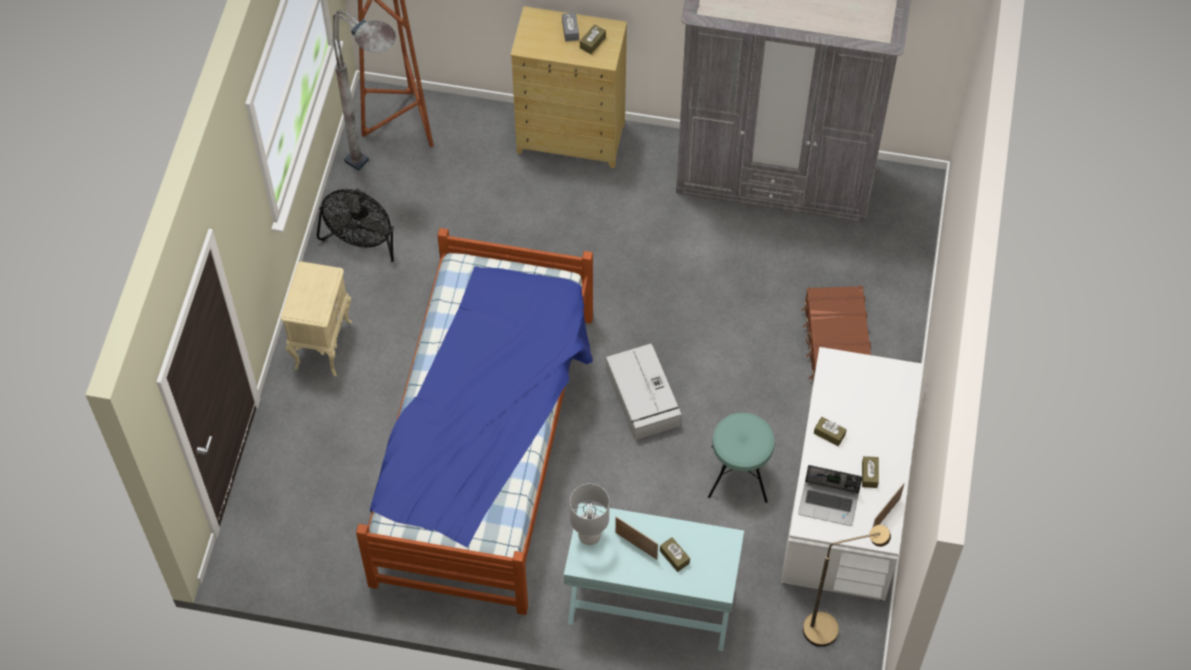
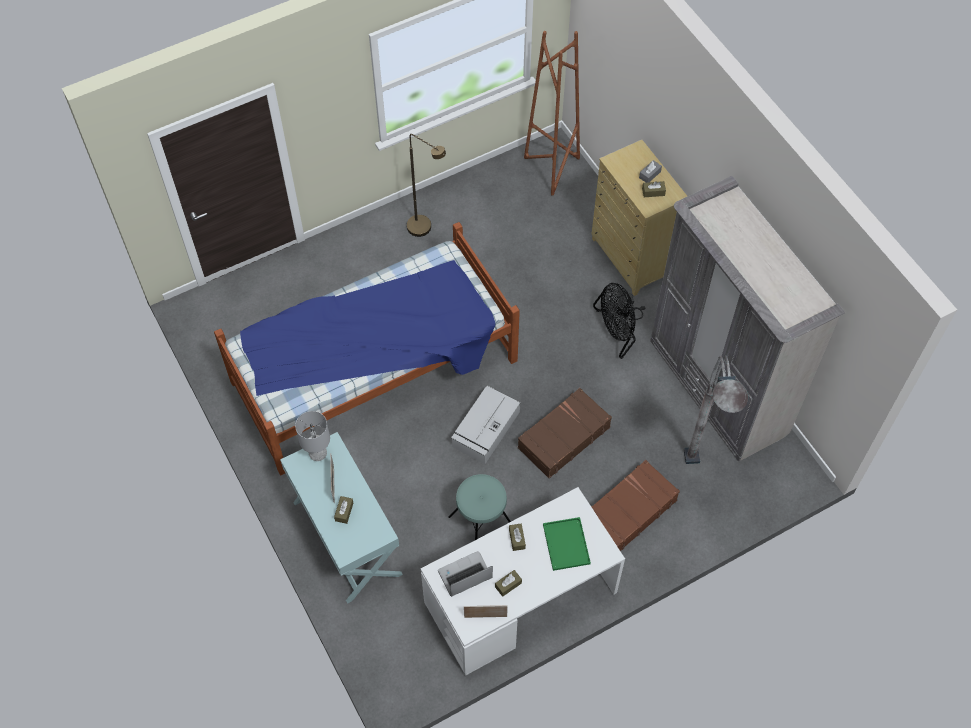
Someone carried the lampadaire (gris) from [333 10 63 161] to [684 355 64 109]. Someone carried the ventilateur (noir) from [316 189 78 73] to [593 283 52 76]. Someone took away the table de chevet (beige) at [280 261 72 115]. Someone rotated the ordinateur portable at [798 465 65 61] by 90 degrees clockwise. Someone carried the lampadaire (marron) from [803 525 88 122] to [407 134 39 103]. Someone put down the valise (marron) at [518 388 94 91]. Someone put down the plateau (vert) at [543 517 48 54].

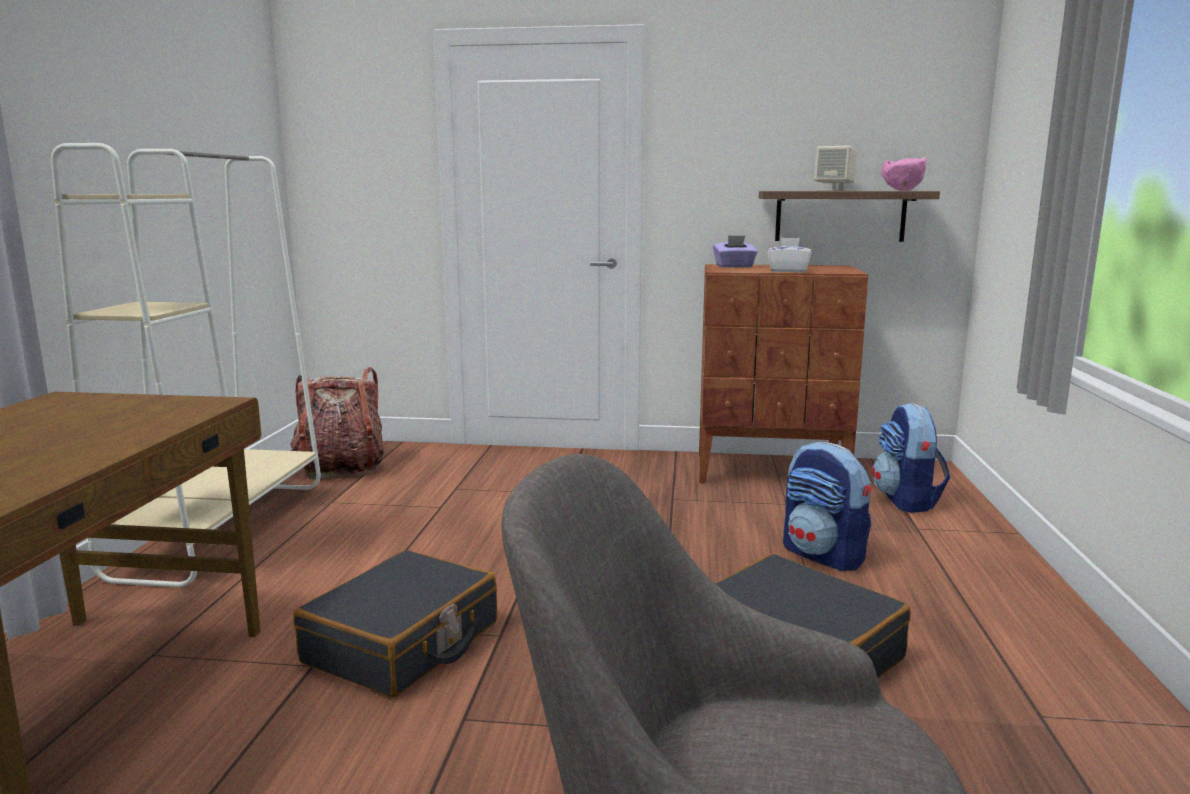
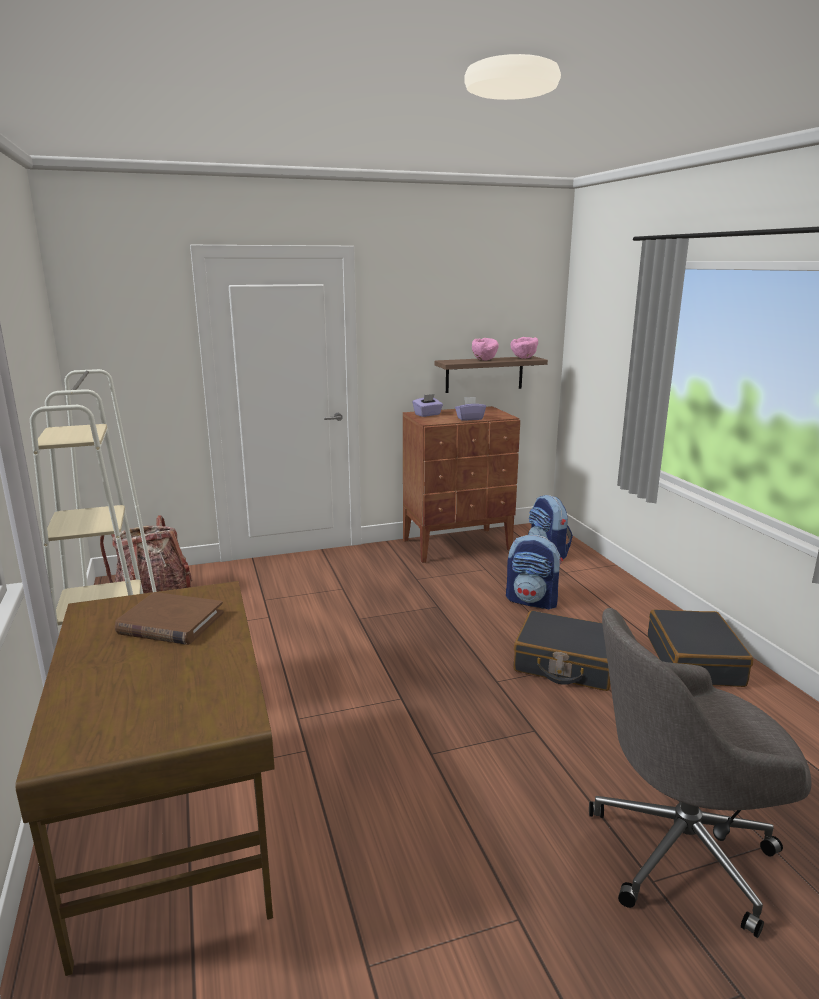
Someone swapped the enceinte (beige) at [814 146 43 45] for the bol (rose) at [472 338 27 22]. Someone repainted the boîte à mouchoirs (blanc) at [768 238 44 34], which became the boîte à mouchoirs (violet) at [455 397 31 24]. Someone carried the valise (noir) from [293 550 204 148] to [648 609 105 78]. Someone put down the livre (marron) at [115 592 109 53].

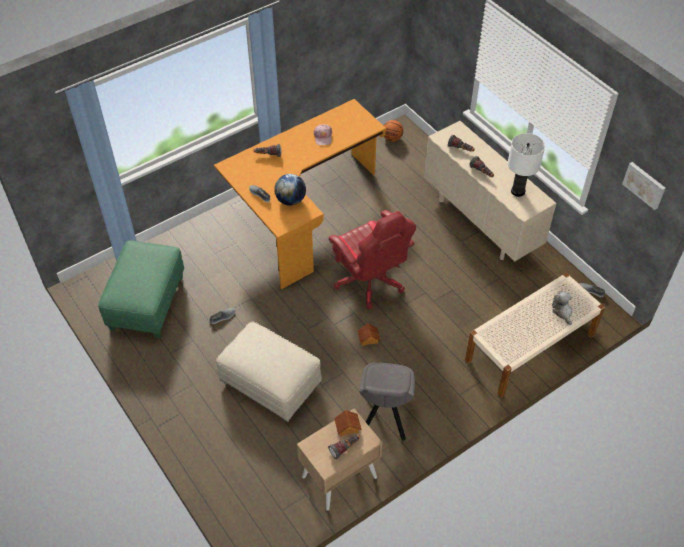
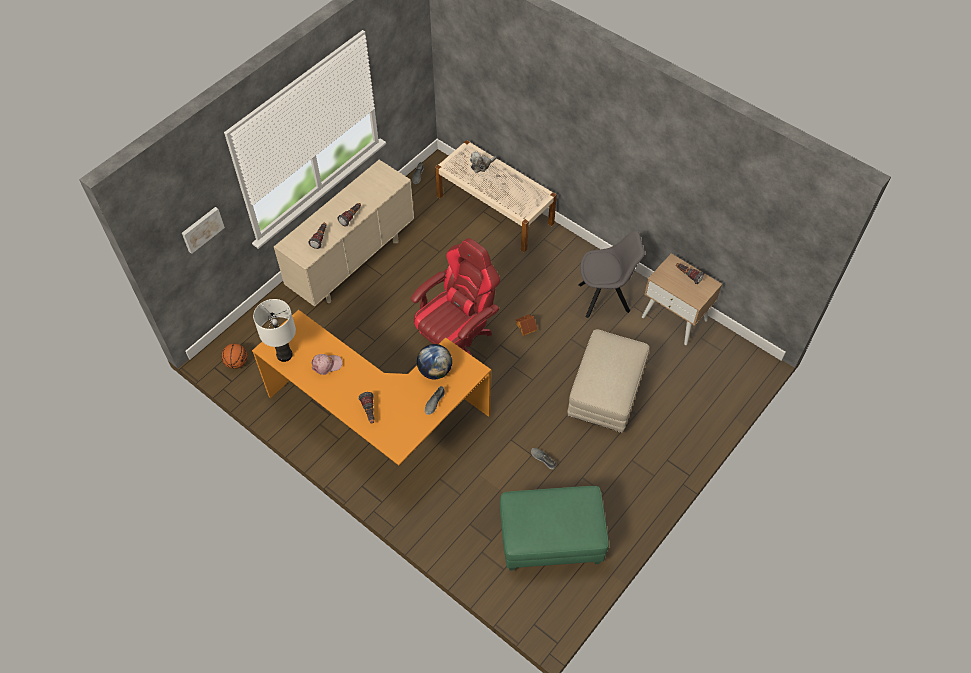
Someone carried the lampe de table (blanc) from [508 133 37 64] to [253 299 43 63]. Someone carried the tableau from [622 162 43 48] to [182 207 43 47]. Someone took away the maison miniature at [334 410 28 27].

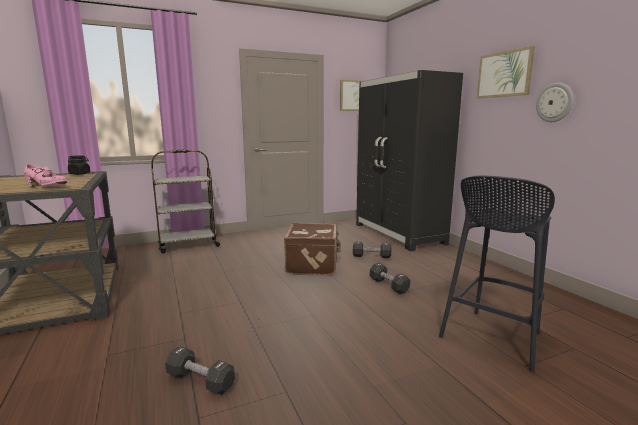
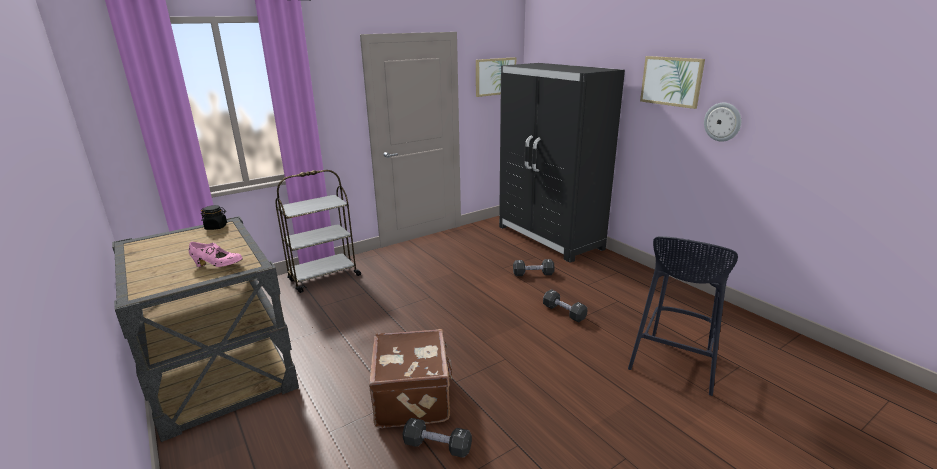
Someone carried the valise (marron) from [284 223 57 52] to [369 329 83 99].

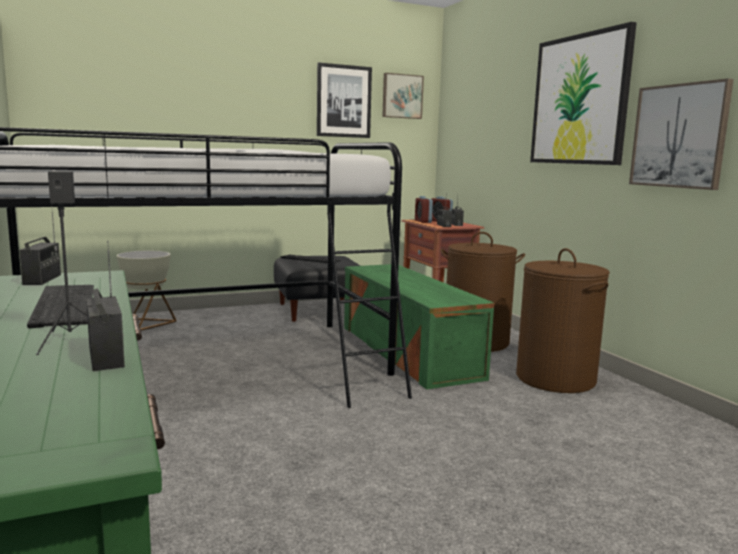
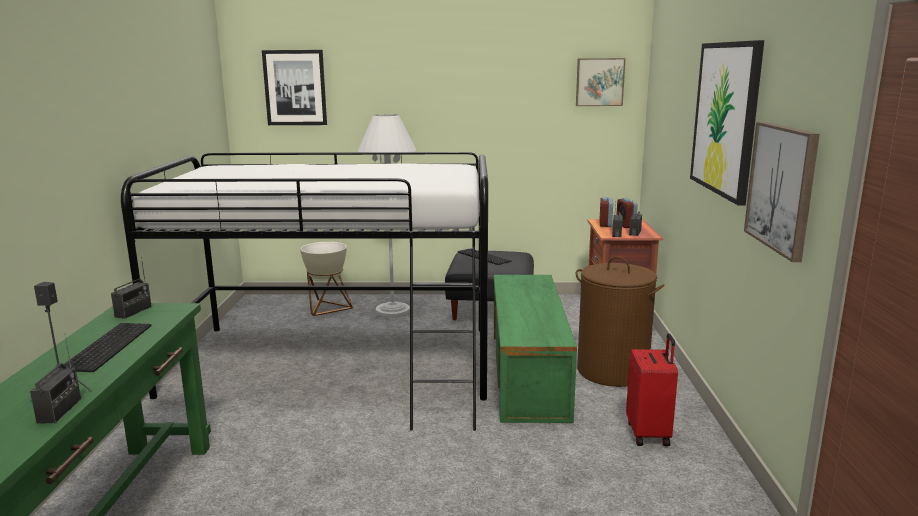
Someone carried the tableau from [317 62 55 76] to [262 50 65 75]. Someone swapped the panier à linge (marron) at [516 248 94 145] for the valise (rouge) at [626 333 52 113]. Someone put down the lampadaire (blanc) at [357 114 60 203].

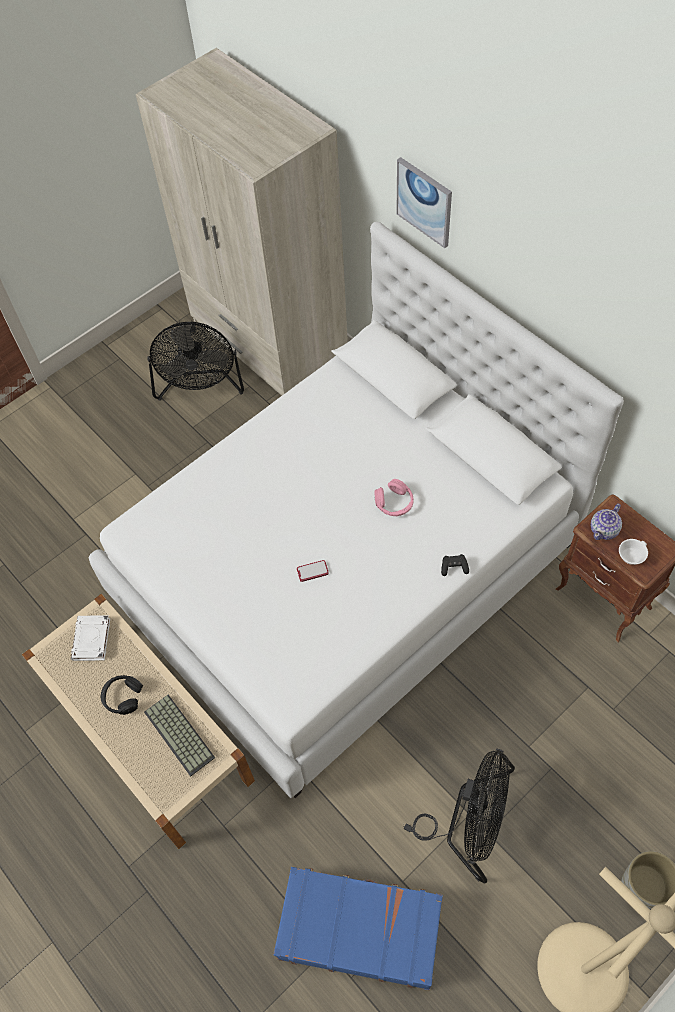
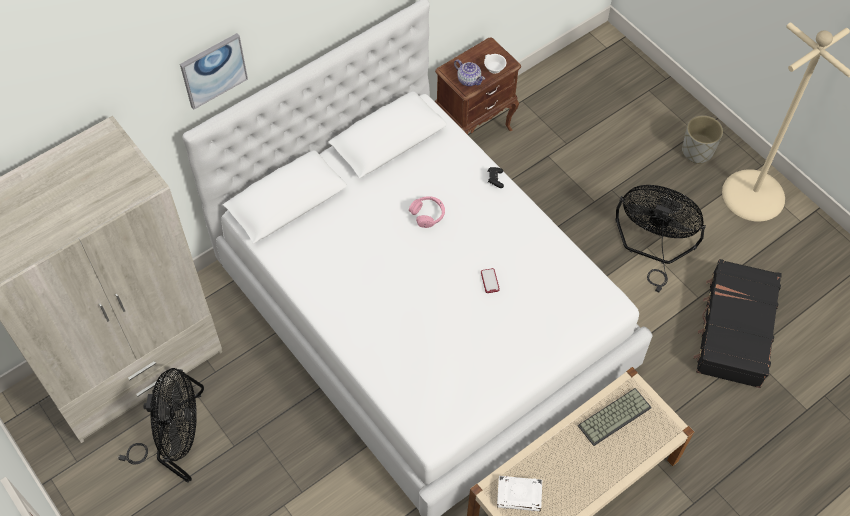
Someone took away the casque audio (noir) at [101 675 42 40]. Someone repainted the valise (bleu) at [274 867 169 123], which became the valise (noir) at [693 259 89 129].

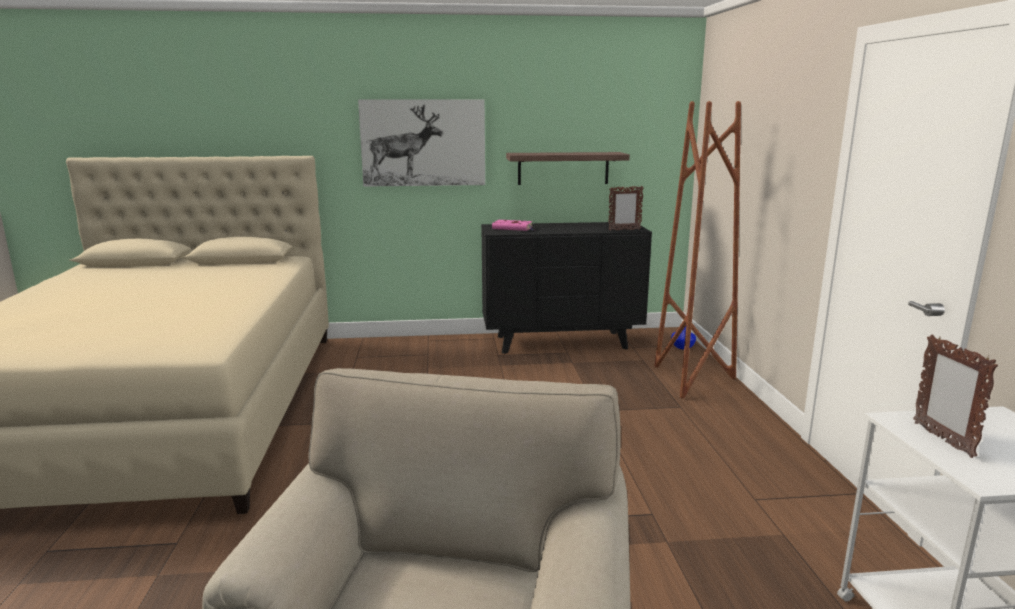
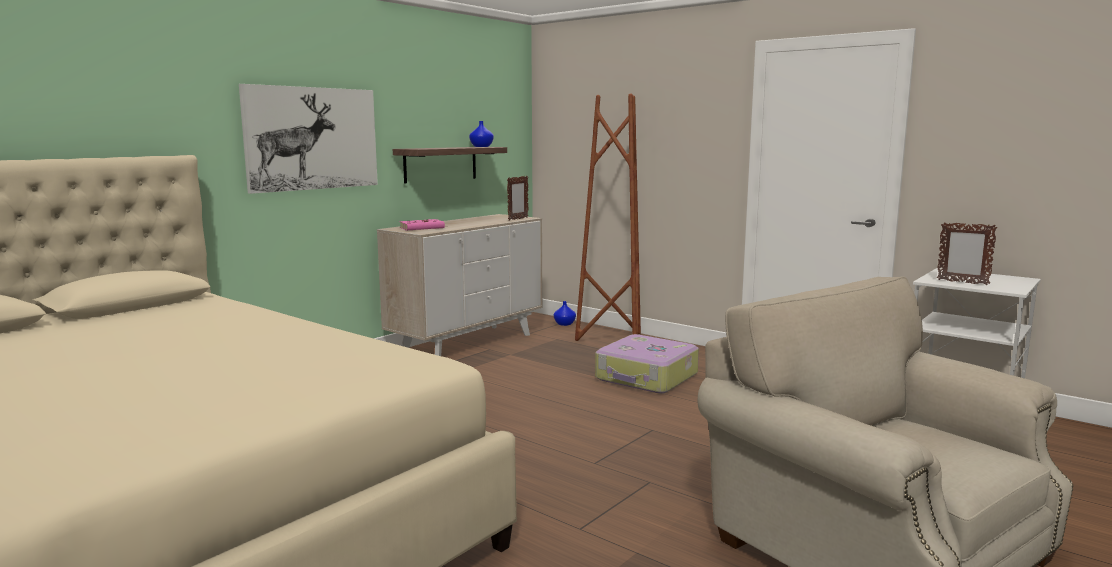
Someone repainted the commode (noir) at [481 222 171 132], which became the commode (blanc) at [377 214 165 142]. Someone put down the vase (bleu) at [469 121 25 26]. Someone put down the valise at [595 334 104 59].

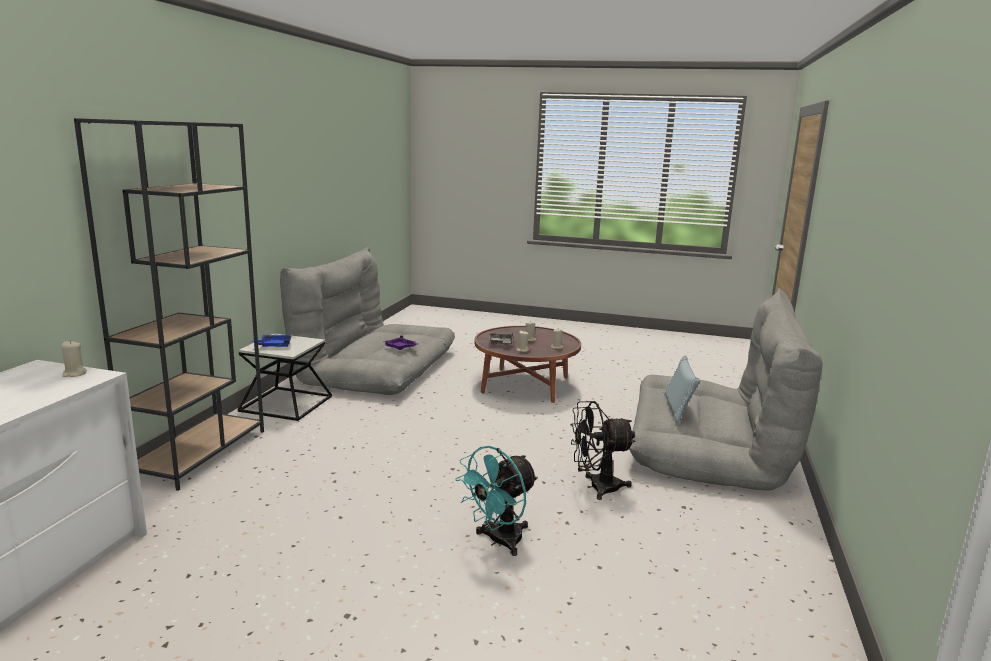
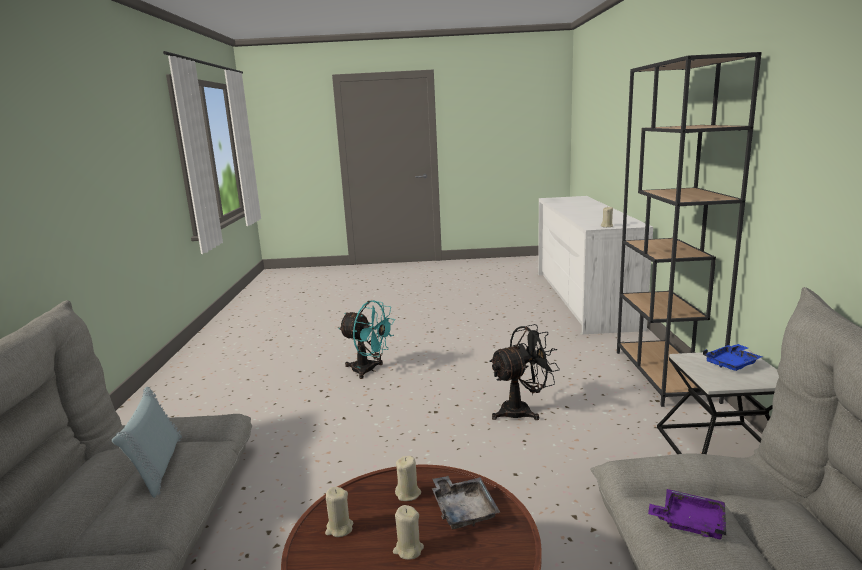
Someone carried the ventilateur (noir) from [570 401 65 99] to [489 324 71 96]. Someone rotated the ventilateur (turquoise) at [455 446 83 110] by 90 degrees clockwise.

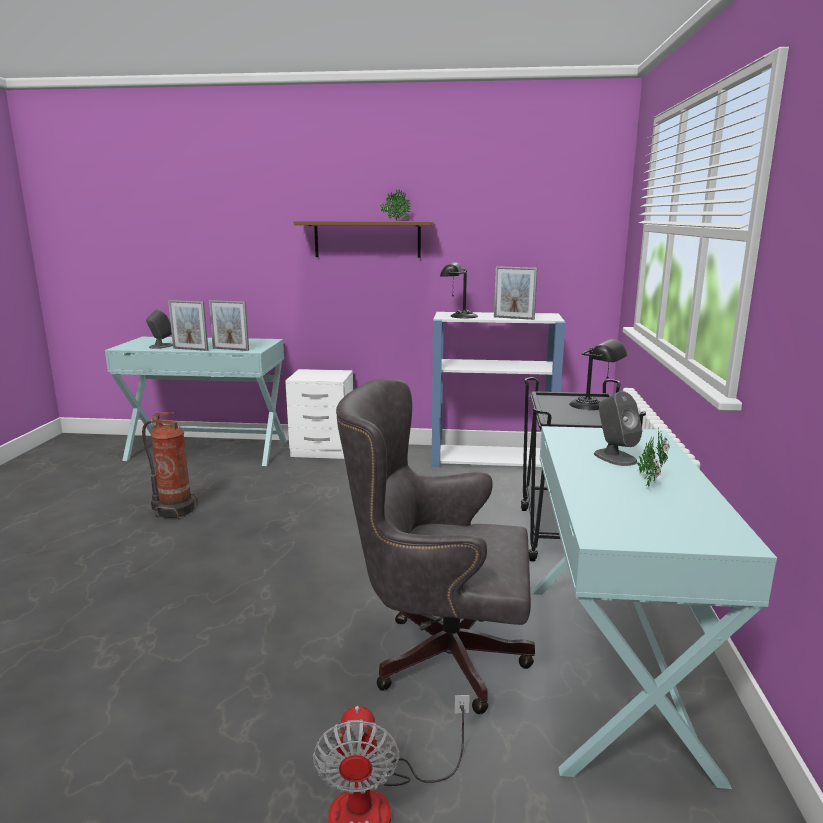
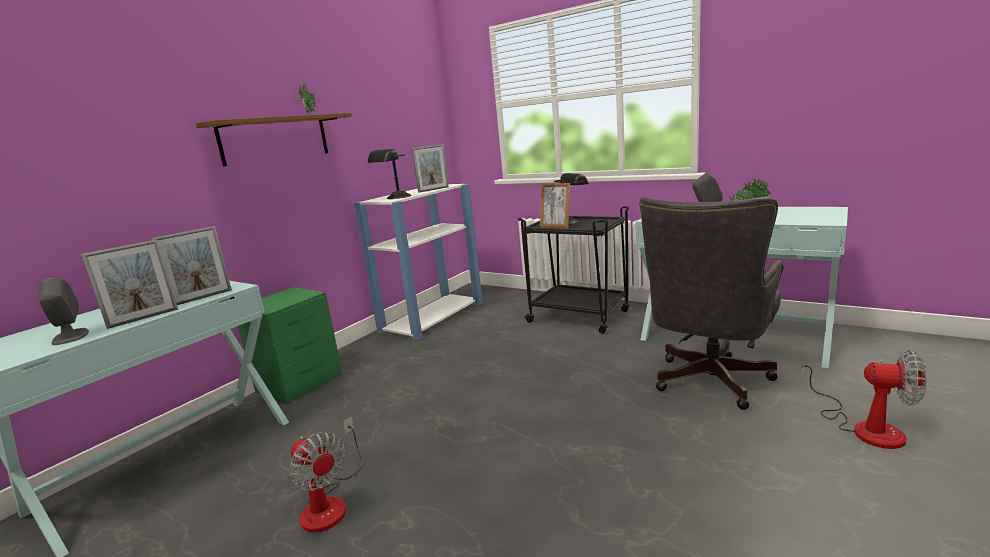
Someone repainted the table de chevet (blanc) at [285 369 68 90], which became the table de chevet (vert) at [238 287 103 117]. Someone swapped the extincteur at [142 412 56 107] for the ventilateur at [289 416 74 117]. Someone put down the cadre photo at [540 183 30 46].

